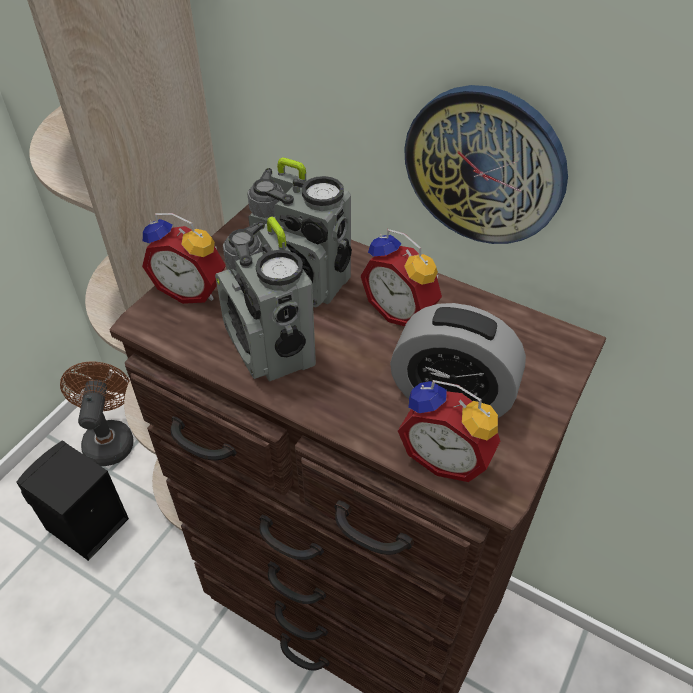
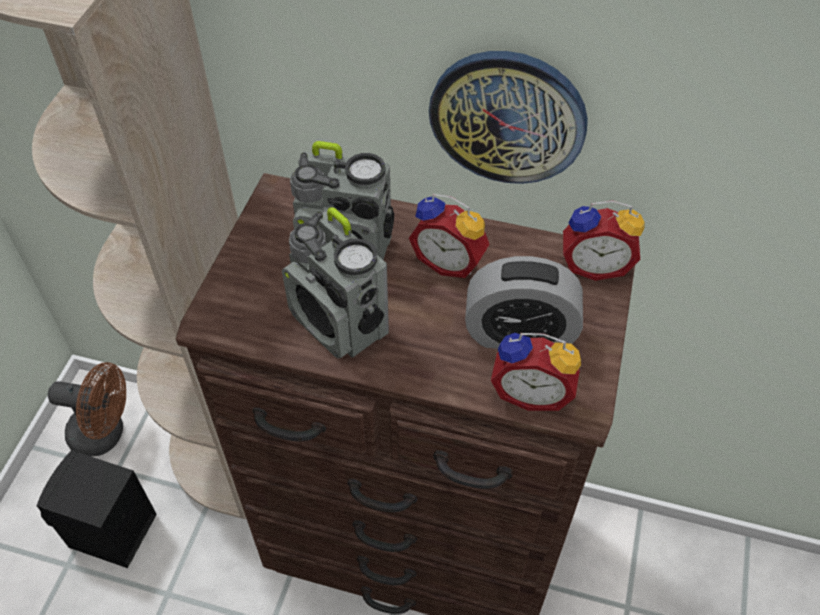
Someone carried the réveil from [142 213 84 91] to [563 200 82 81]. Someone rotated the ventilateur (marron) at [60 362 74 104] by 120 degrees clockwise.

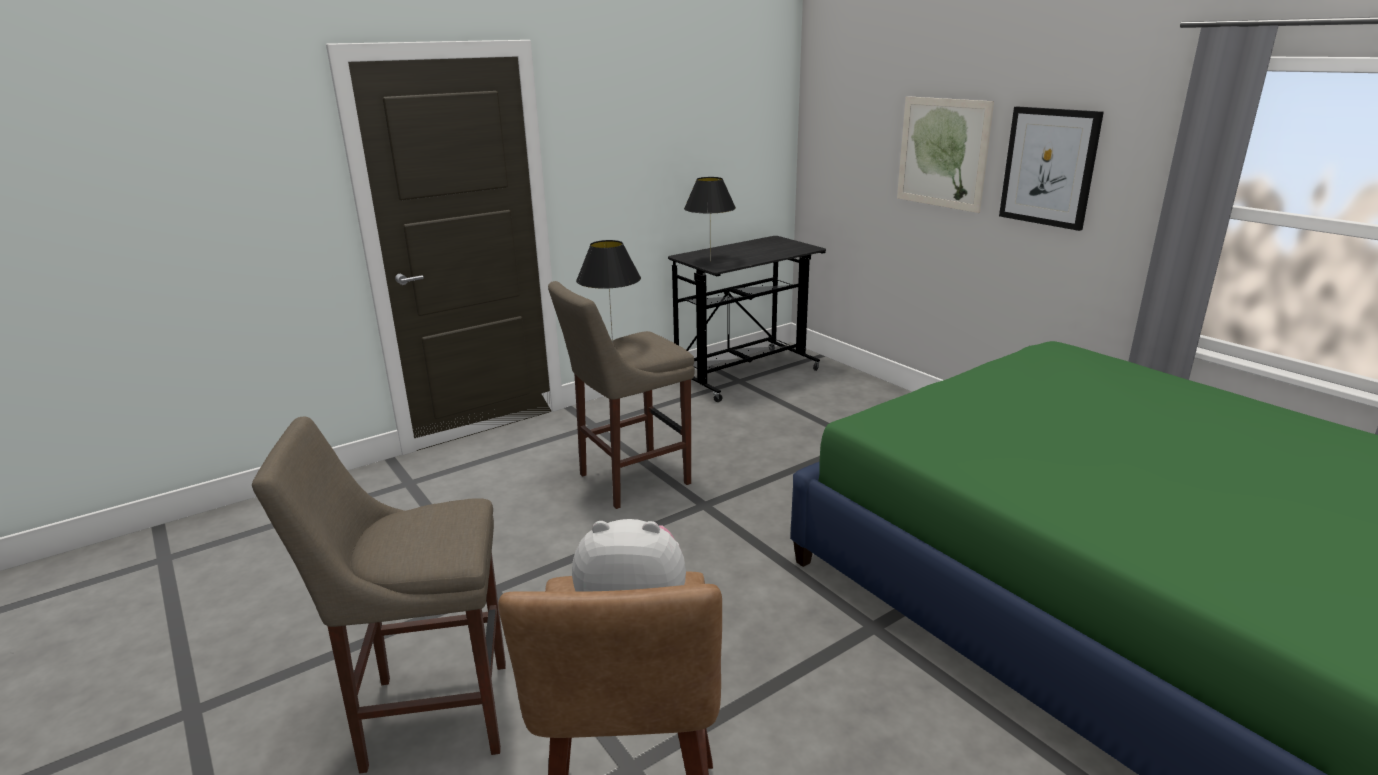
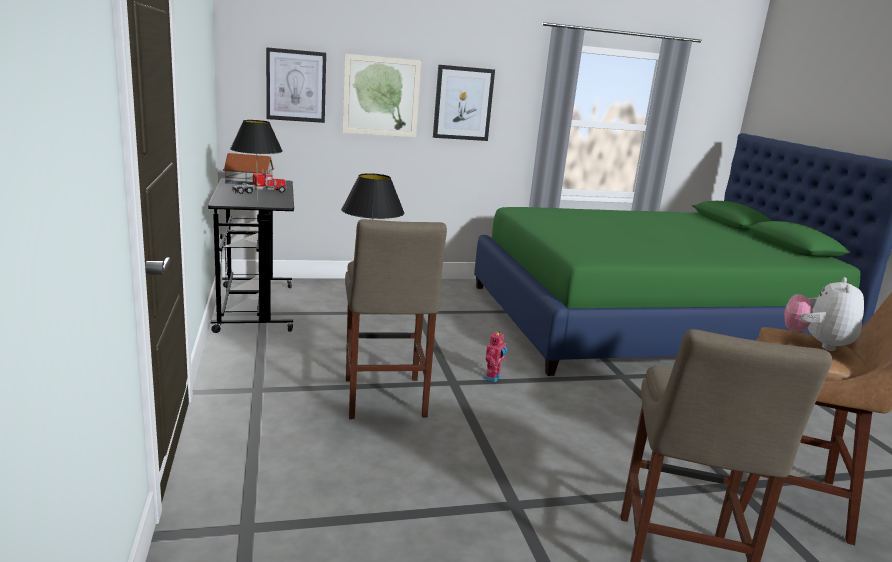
Someone put up the tableau at [266 47 60 76]. Someone put down the maison miniature at [223 153 51 32]. Someone put down the camion jouet at [232 170 55 24]. Someone put down the robot jouet at [483 332 25 50].

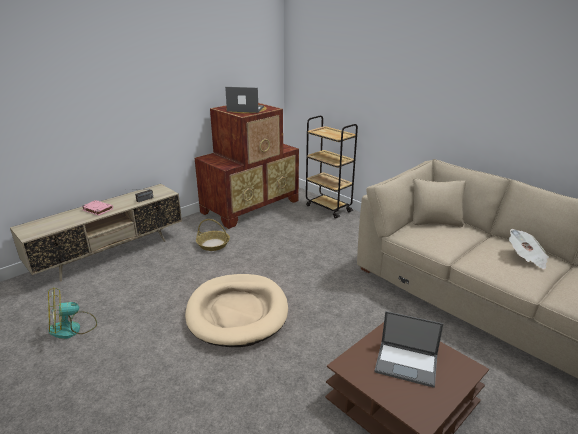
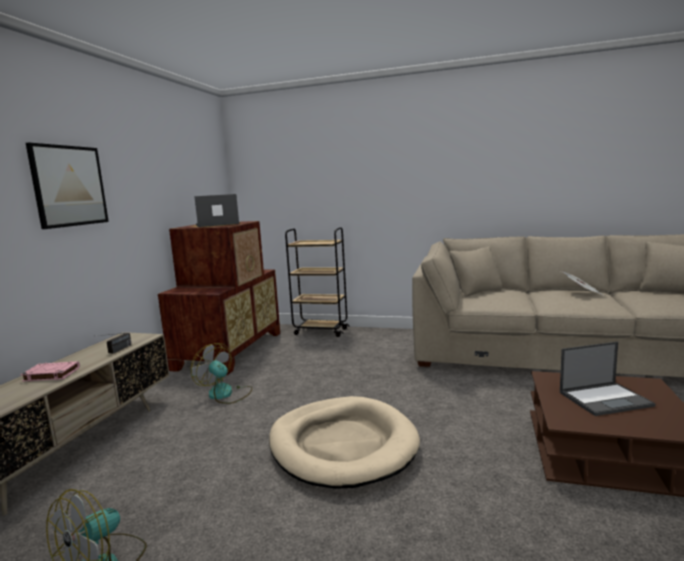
Someone swapped the panier at [196 219 34 32] for the ventilateur at [191 343 61 61]. Someone put up the tableau at [26 143 83 86].

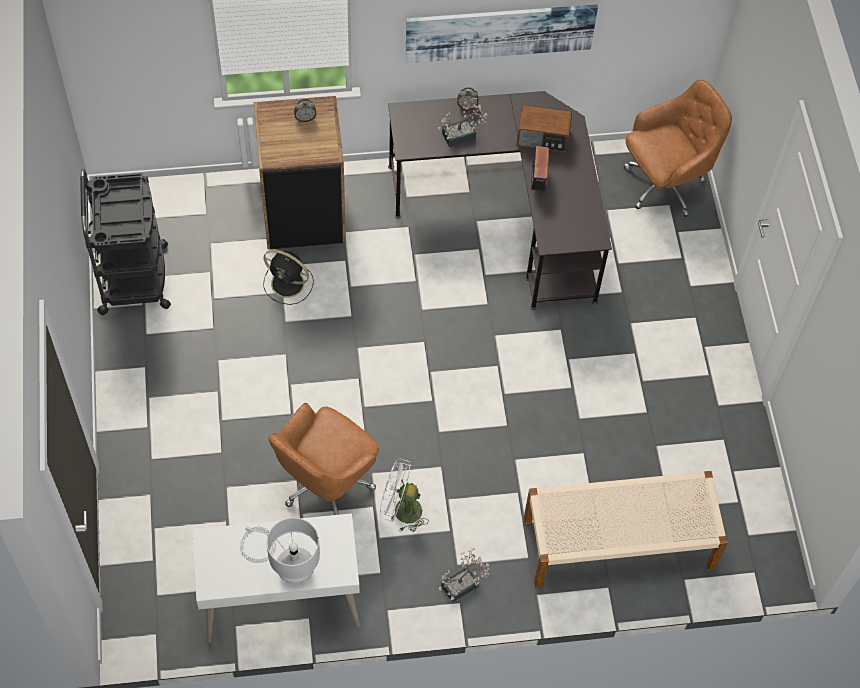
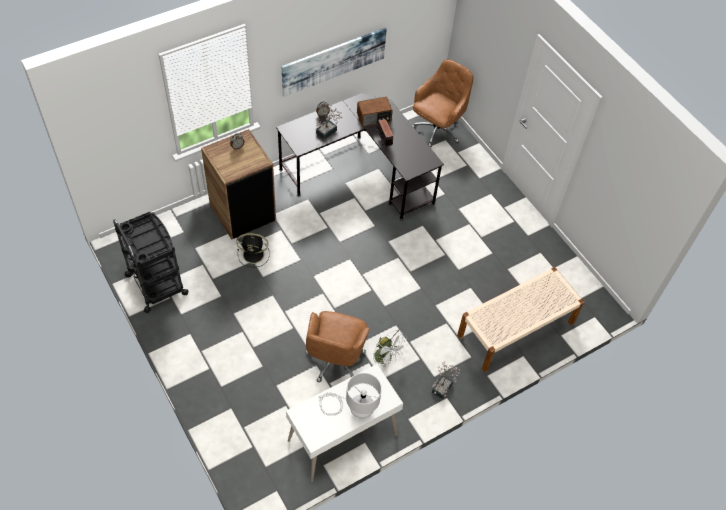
Someone rotated the ventilateur (blanc) at [380 458 49 74] by 120 degrees counterclockwise.

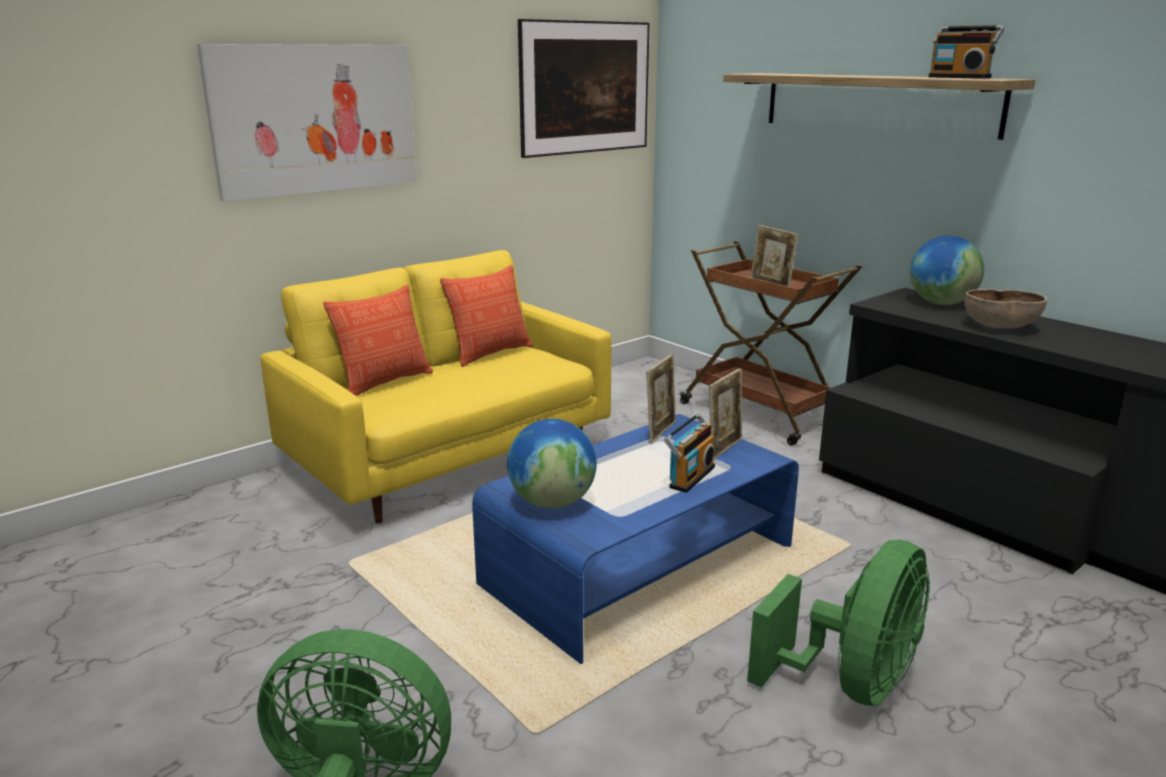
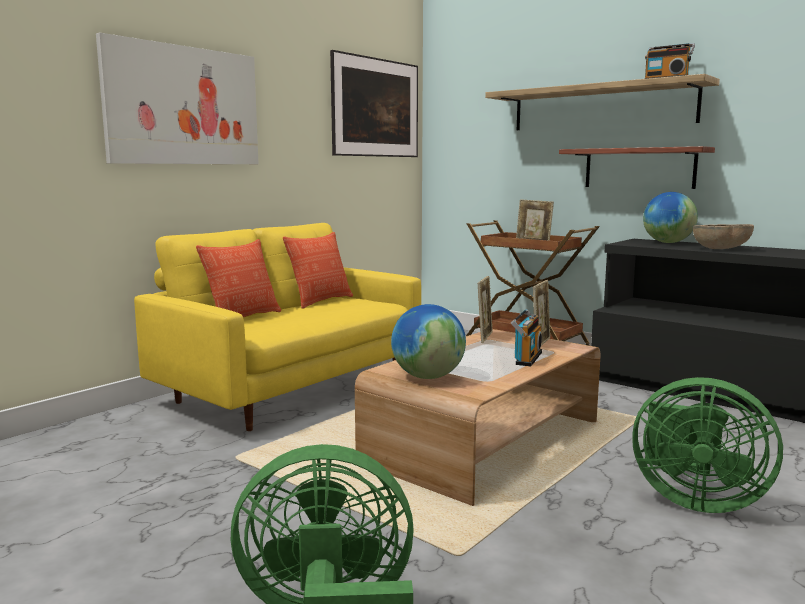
Someone repainted the table basse (bleu) at [472 414 327 250], which became the table basse (marron) at [355 329 245 177]. Someone rotated the ventilateur (vert) at [747 540 183 166] by 90 degrees clockwise. Someone put up the étagère at [559 146 156 43].

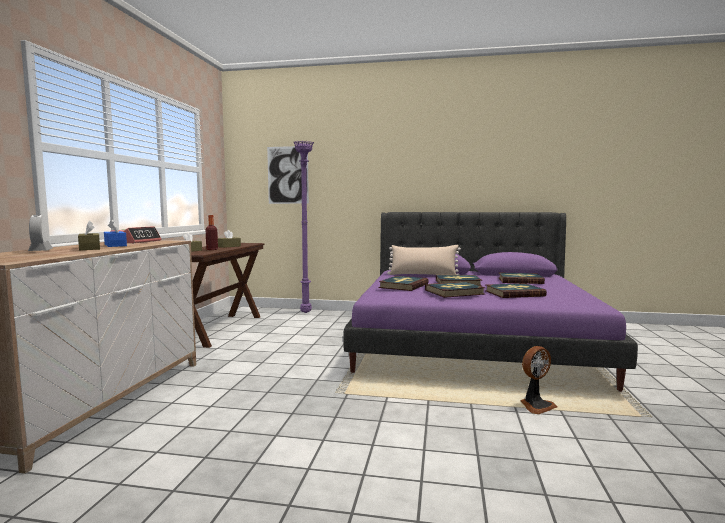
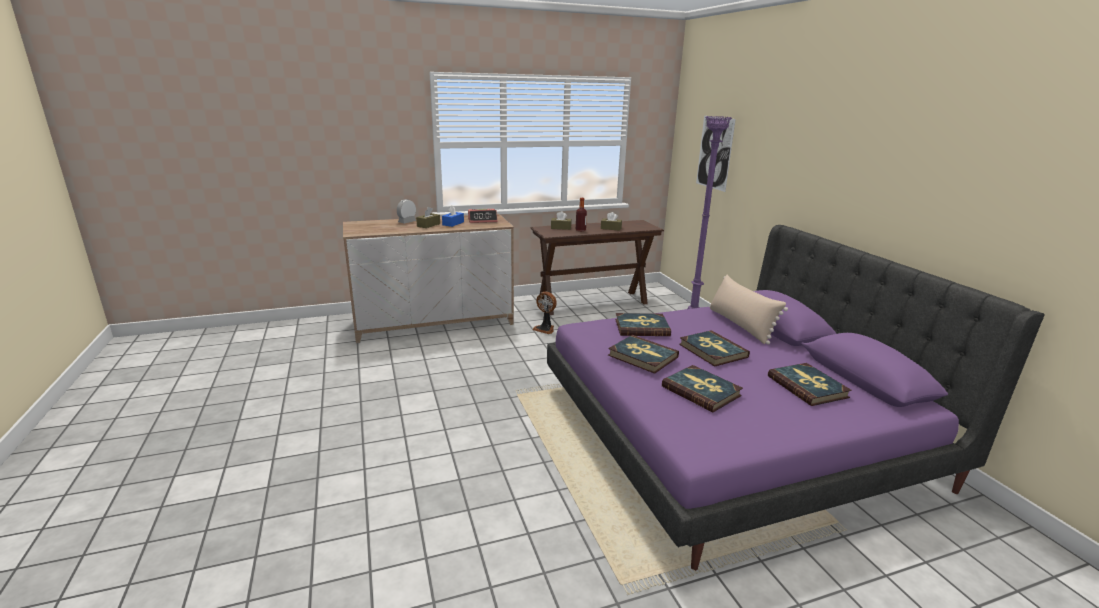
Someone carried the ventilateur from [521 346 36 68] to [532 292 25 42].

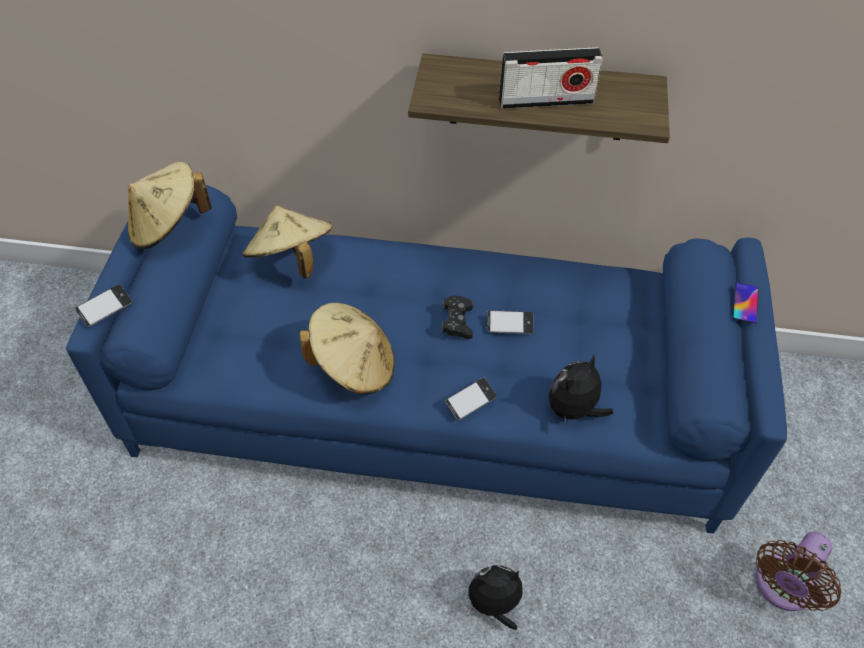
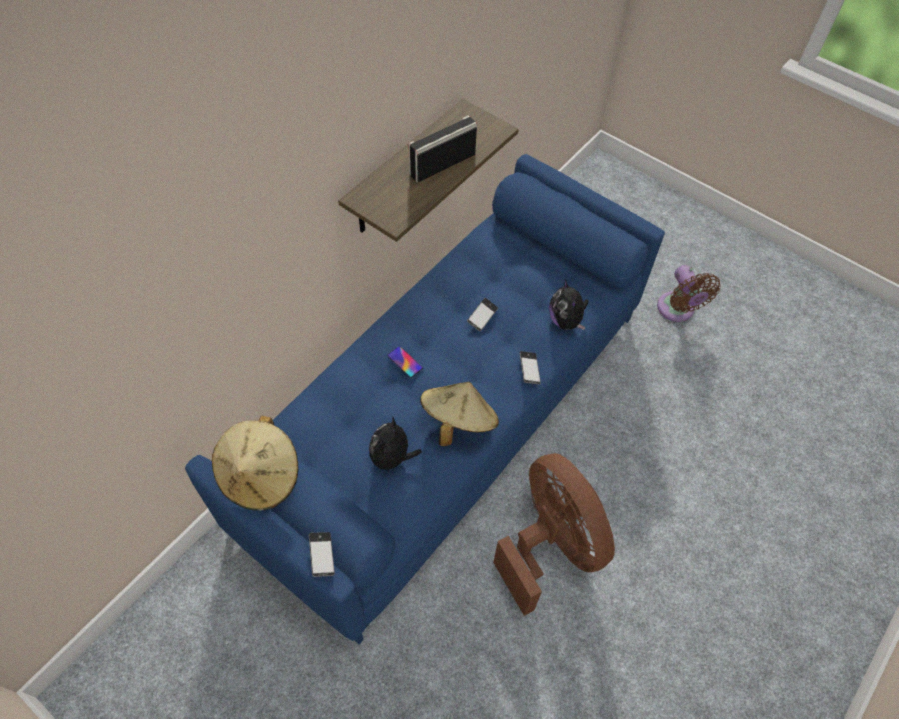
Someone rotated the radio at [499 47 104 62] by 150 degrees counterclockwise. Someone took away the chapeau (beige) at [242 206 90 73]. Someone carried the téléphone from [733 283 26 41] to [387 346 36 32]. Someone took away the manette (noir) at [442 295 31 44]. Someone carried the peluche from [467 565 55 65] to [369 417 53 54]. Someone put down the ventilateur (marron) at [493 453 122 163].

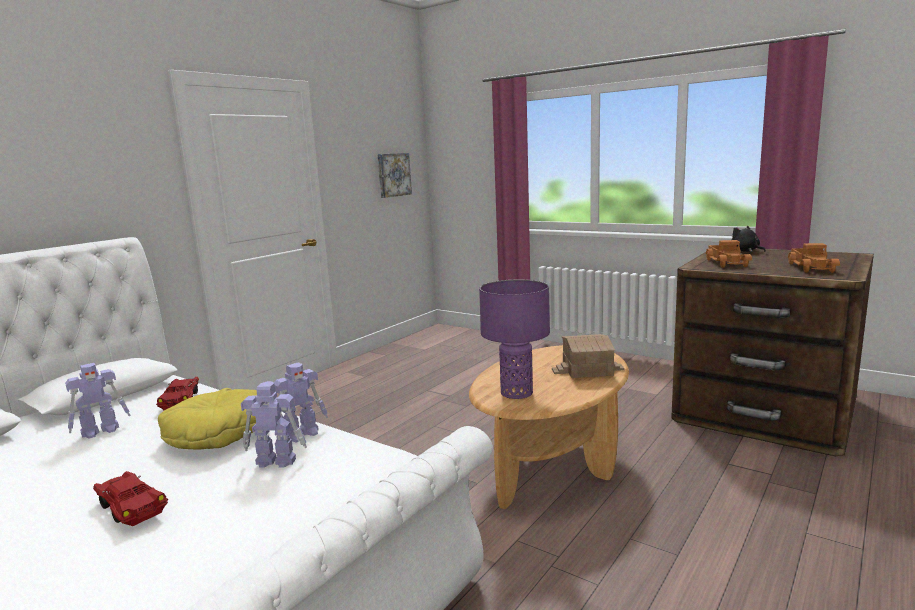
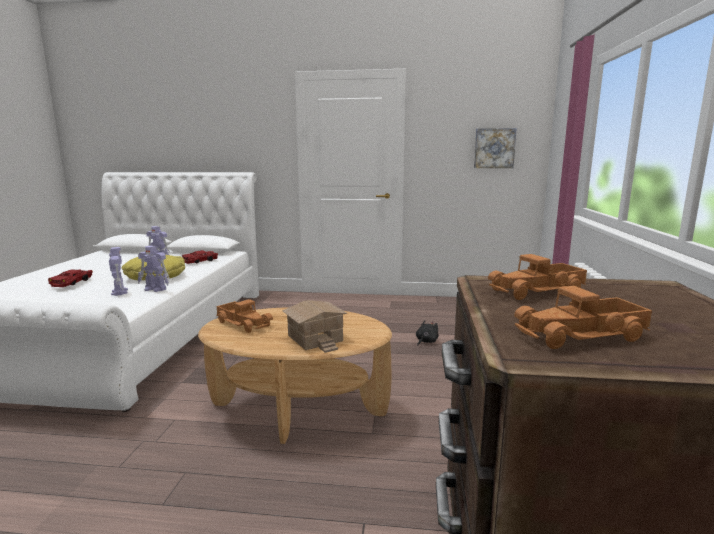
Someone carried the peluche (noir) from [732 226 34 26] to [416 320 23 26]. Someone swapped the lampe de table (violet) at [479 279 71 120] for the camion jouet at [216 299 57 34].

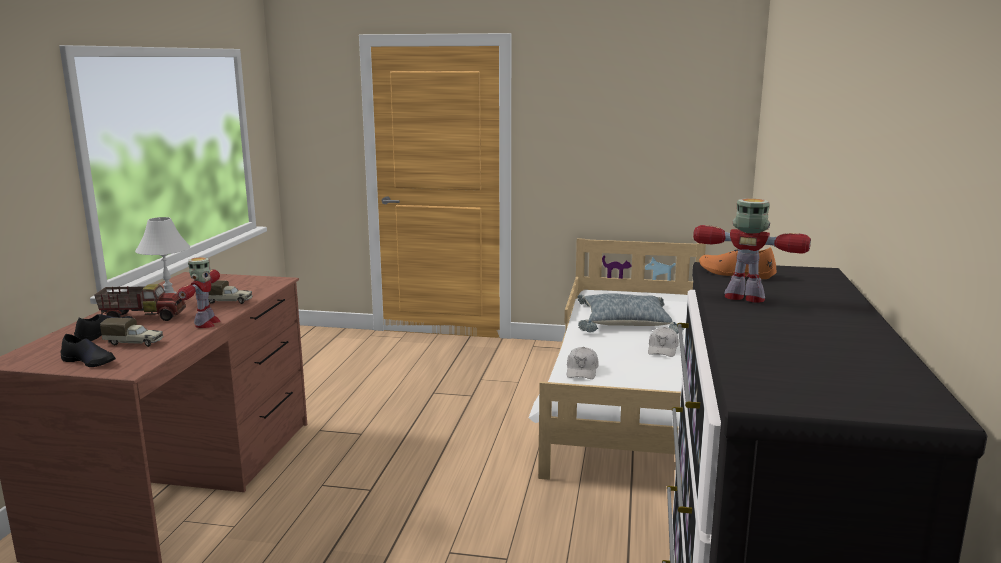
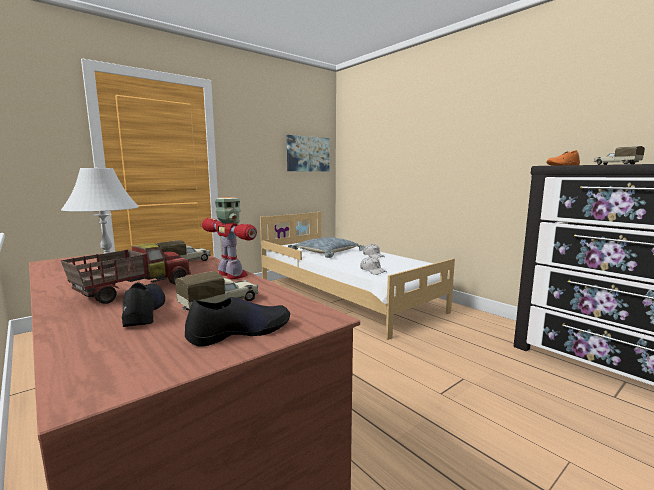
Someone swapped the robot jouet at [693 198 118 105] for the camion jouet at [594 146 51 19]. Someone put up the tableau at [287 135 42 37].

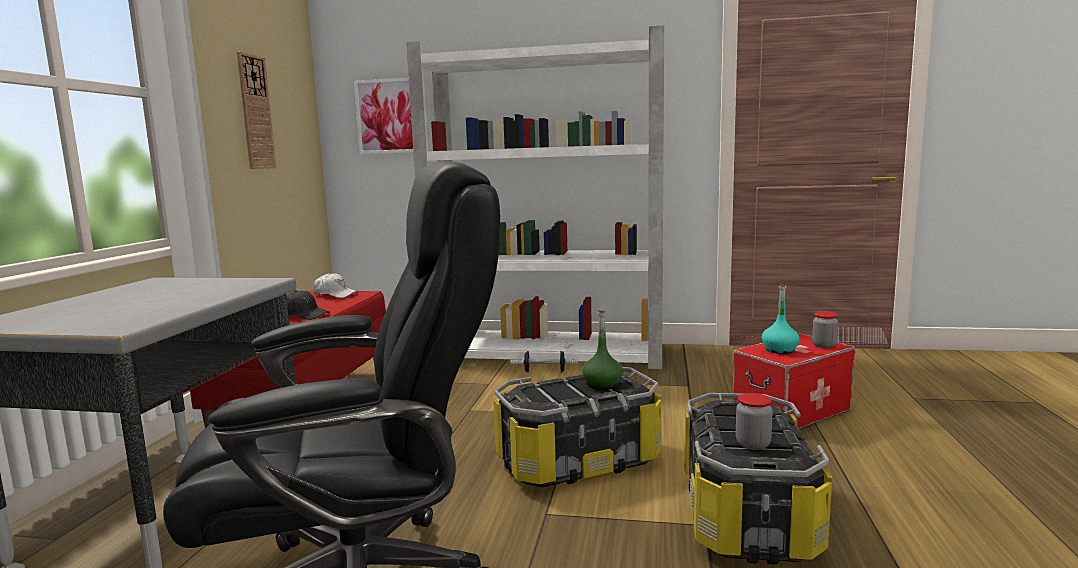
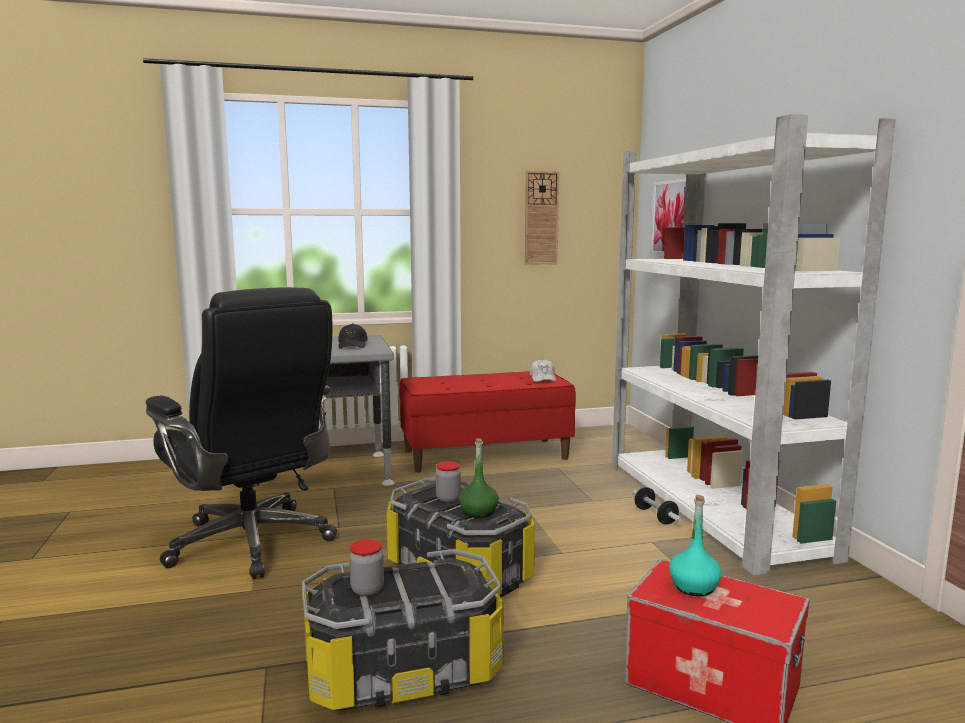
Someone carried the casquette (noir) from [286 290 44 30] to [338 323 29 25]. Someone carried the bocal from [812 311 26 37] to [436 461 25 41].

